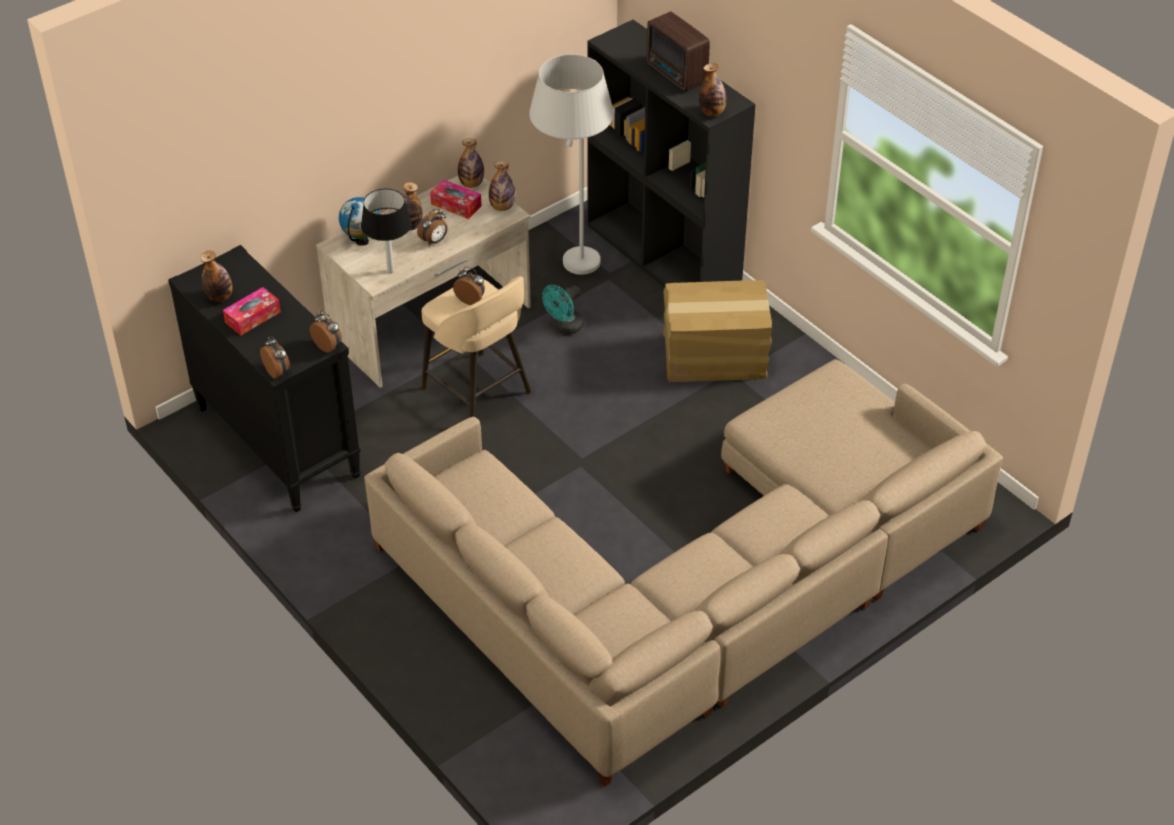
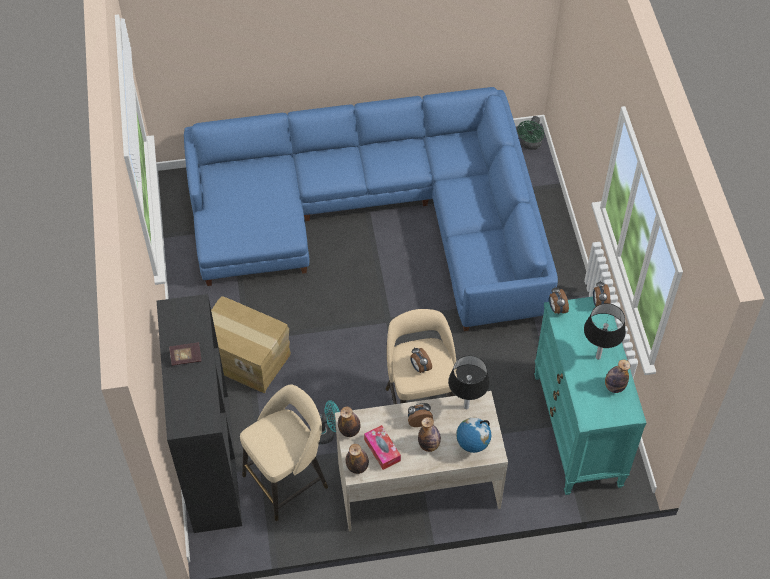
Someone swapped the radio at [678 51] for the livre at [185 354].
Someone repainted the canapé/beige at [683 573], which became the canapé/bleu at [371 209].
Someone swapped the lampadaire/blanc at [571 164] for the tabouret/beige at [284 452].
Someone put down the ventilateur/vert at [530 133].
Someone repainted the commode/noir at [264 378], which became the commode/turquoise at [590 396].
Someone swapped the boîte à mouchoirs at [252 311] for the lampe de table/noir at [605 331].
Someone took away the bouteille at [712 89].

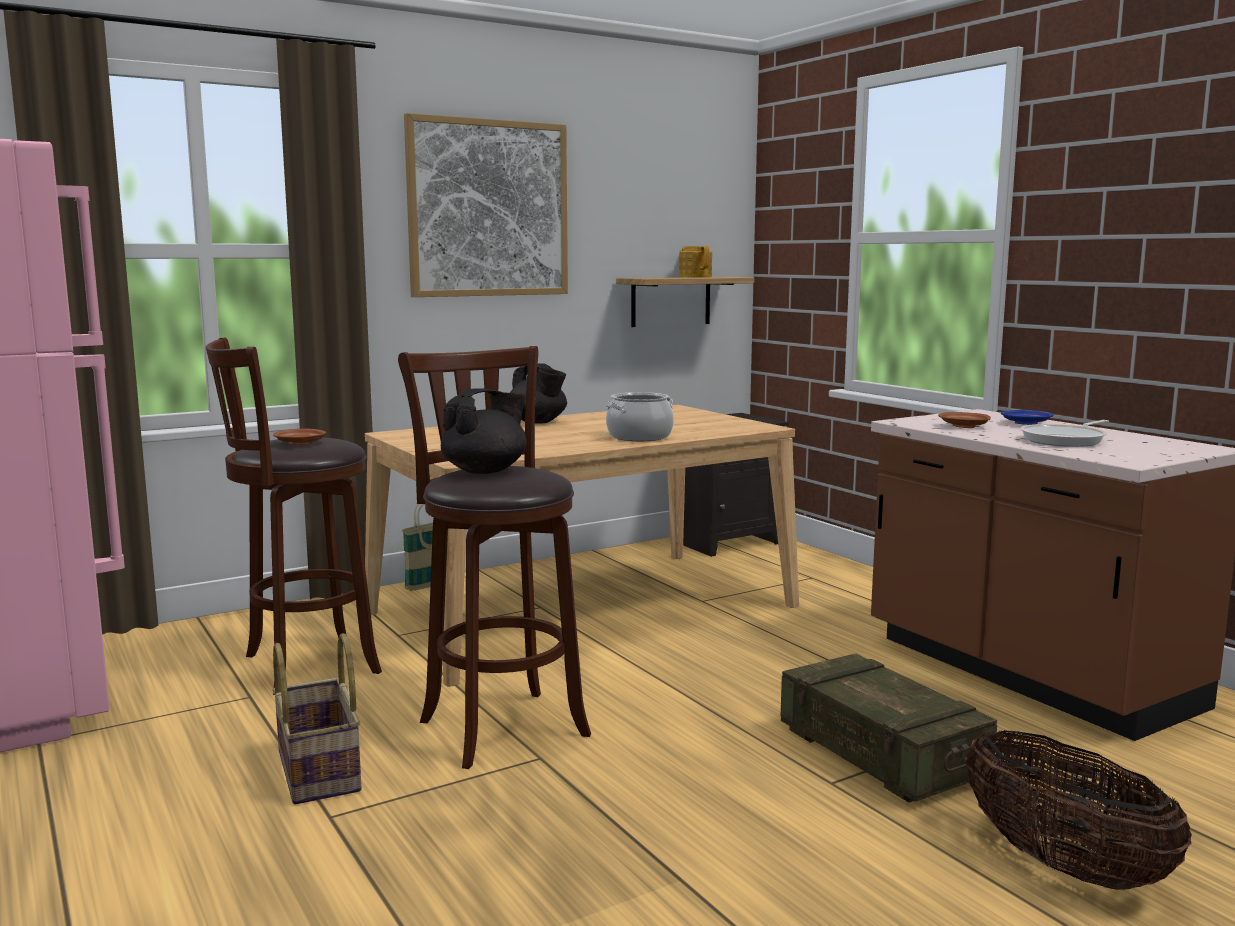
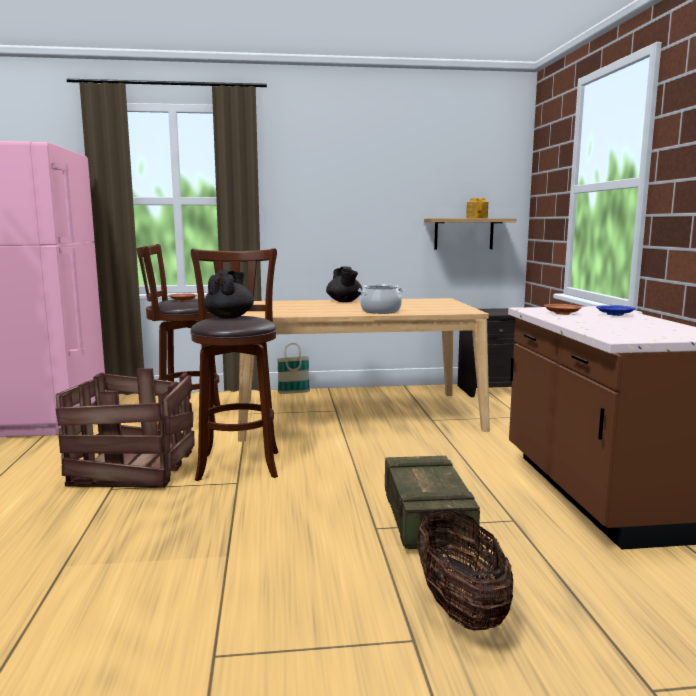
Someone swapped the panier at [316 718] for the caisse at [125 427].
Someone rotated the théière/noir at [484 431] by 60 degrees counterclockwise.
Someone took away the tableau at [486 205].
Someone took away the poêle at [1064 433].

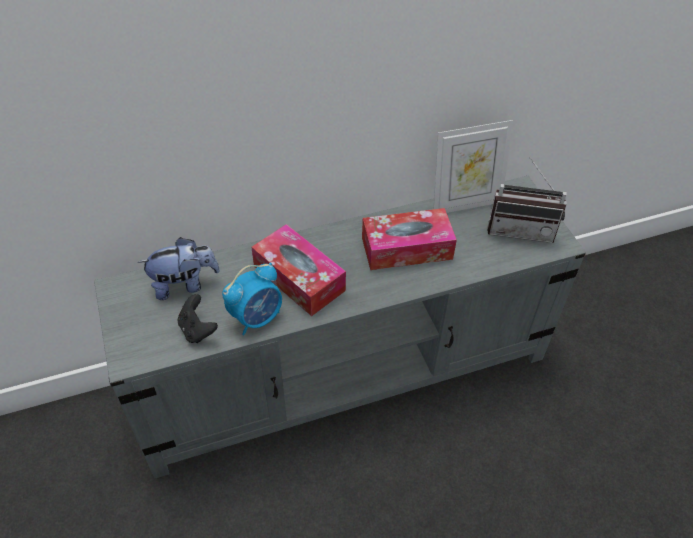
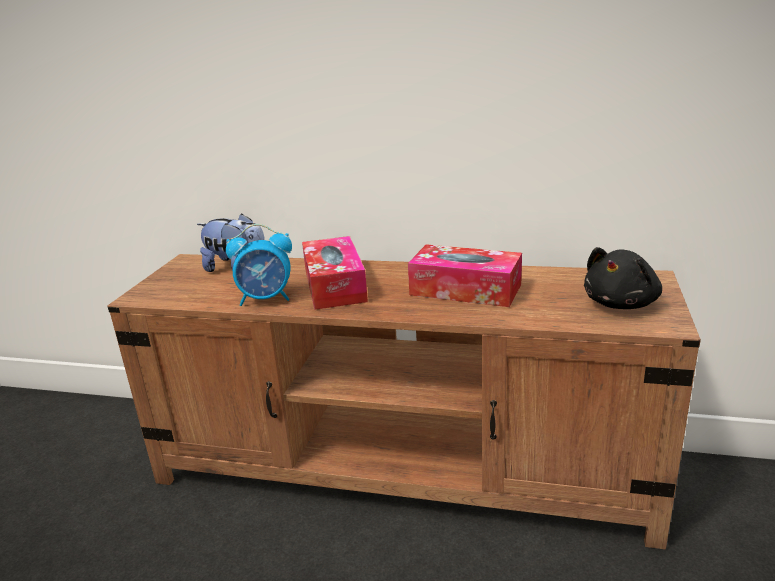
Someone repainted the meuble télé/gris at [340 327], which became the meuble télé/marron at [404 402].
Someone swapped the radio at [527 200] for the peluche/noir at [623 278].
Someone took away the manette/noir at [198 318].
Someone took away the cadre photo at [473 166].

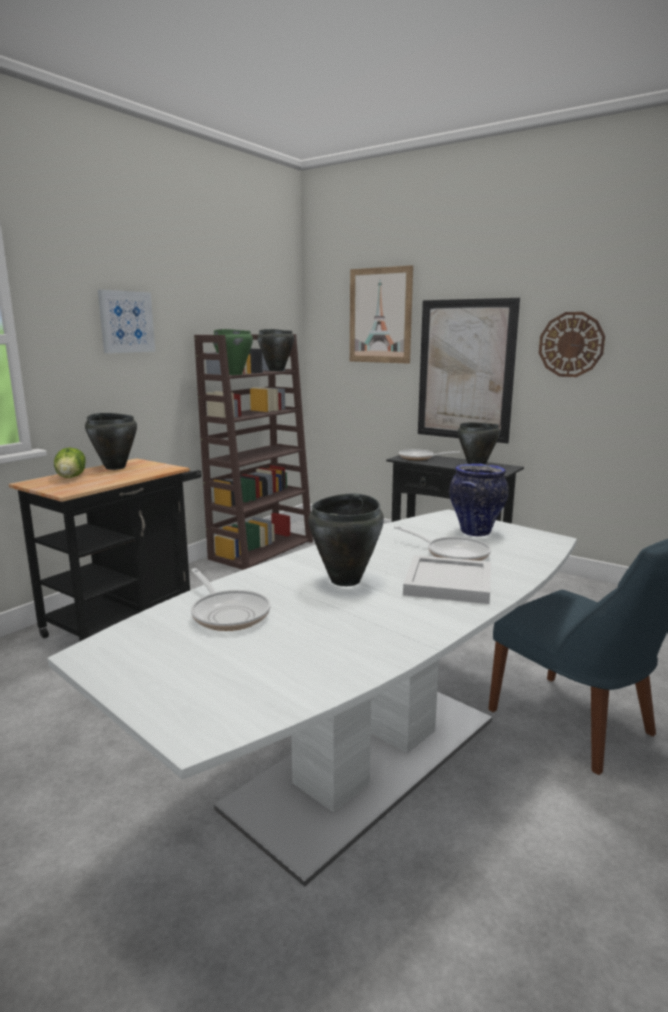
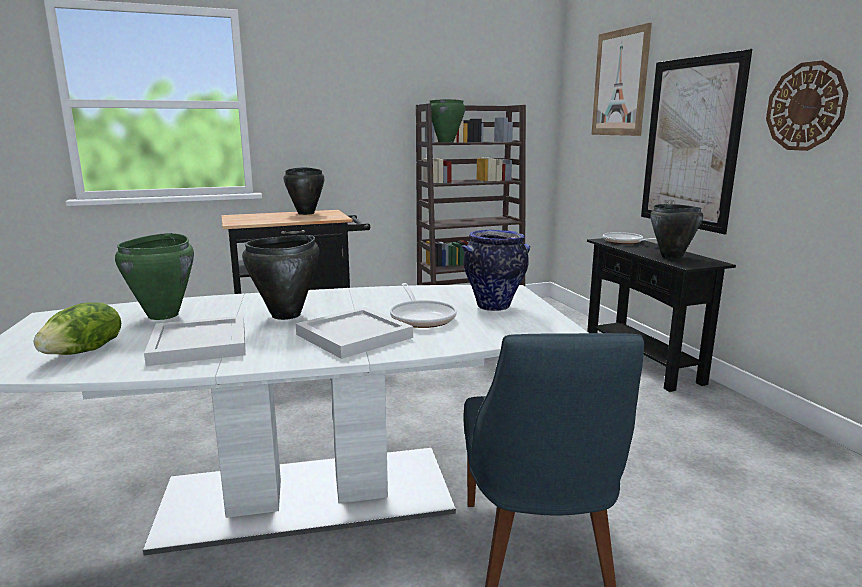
Someone carried the laitue from [70 463] to [77 328].
Someone swapped the poêle at [230 599] for the marmite/vert at [154 276].
Someone put down the plateau/blanc at [195 341].
Someone took away the tableau at [126 321].
Someone took away the marmite/noir at [275 350].

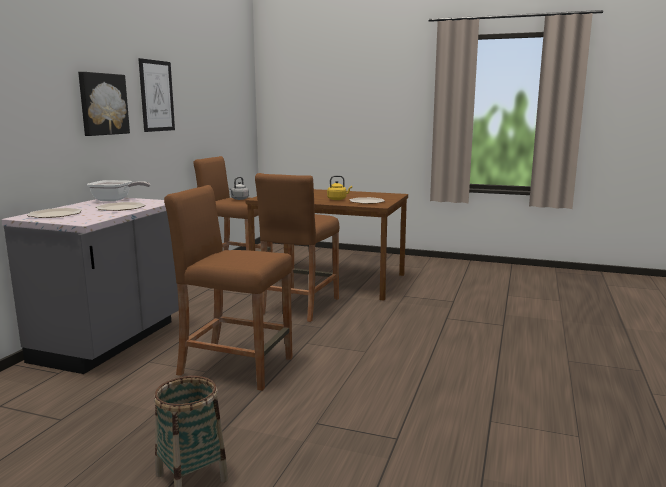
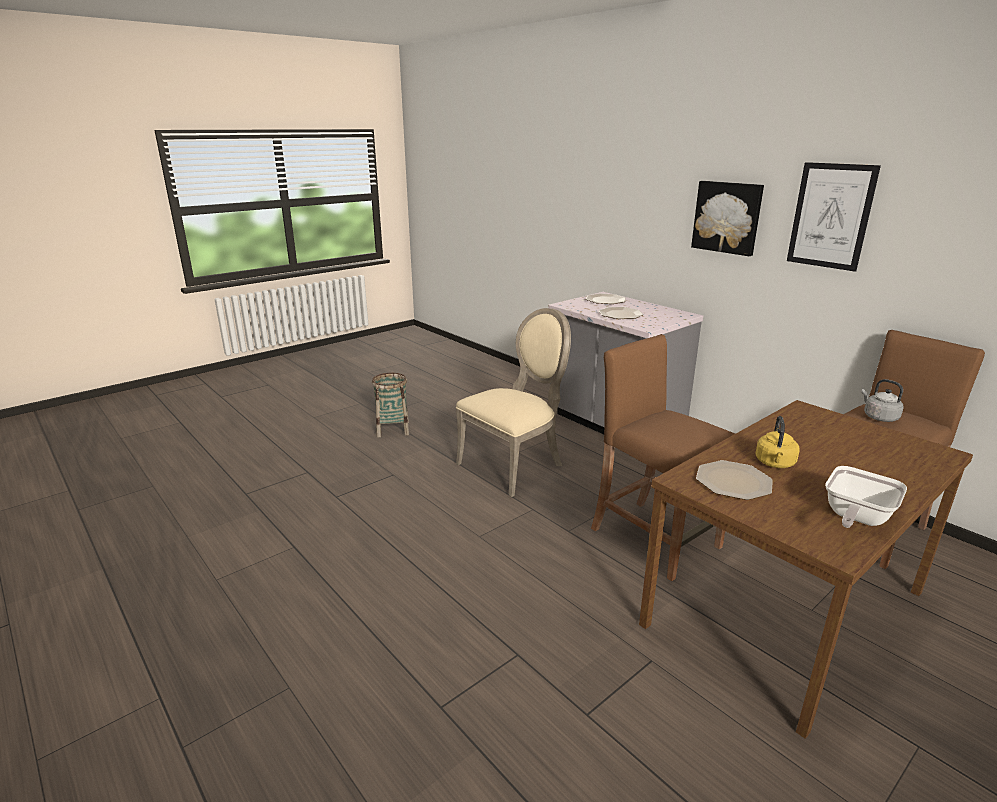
Someone swapped the tabouret/marron at [228 288] for the chaise/beige at [513 402].
Someone carried the poêle from [118 190] to [866 497].

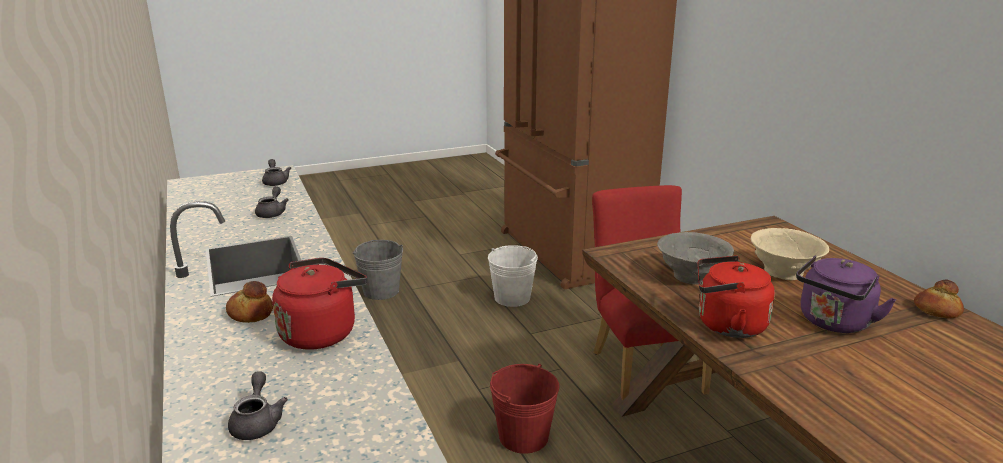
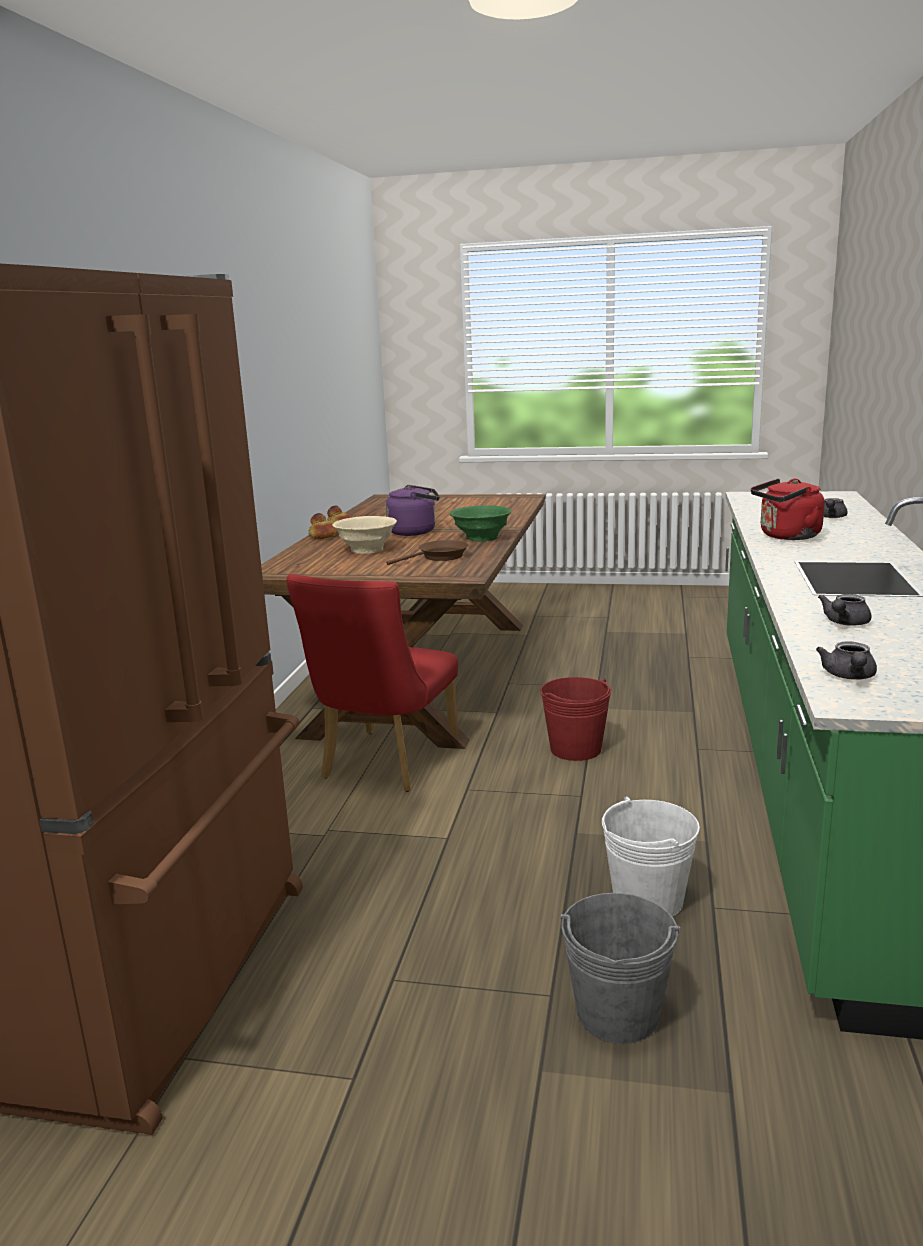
Someone carried the pain from [249 302] to [323 526].
Someone swapped the bol/gris at [695 258] for the poêle/marron at [427 552].
Someone swapped the bouilloire/rouge at [736 297] for the bol/vert at [481 523].
Someone carried the seau/blanc from [513 276] to [651 856].

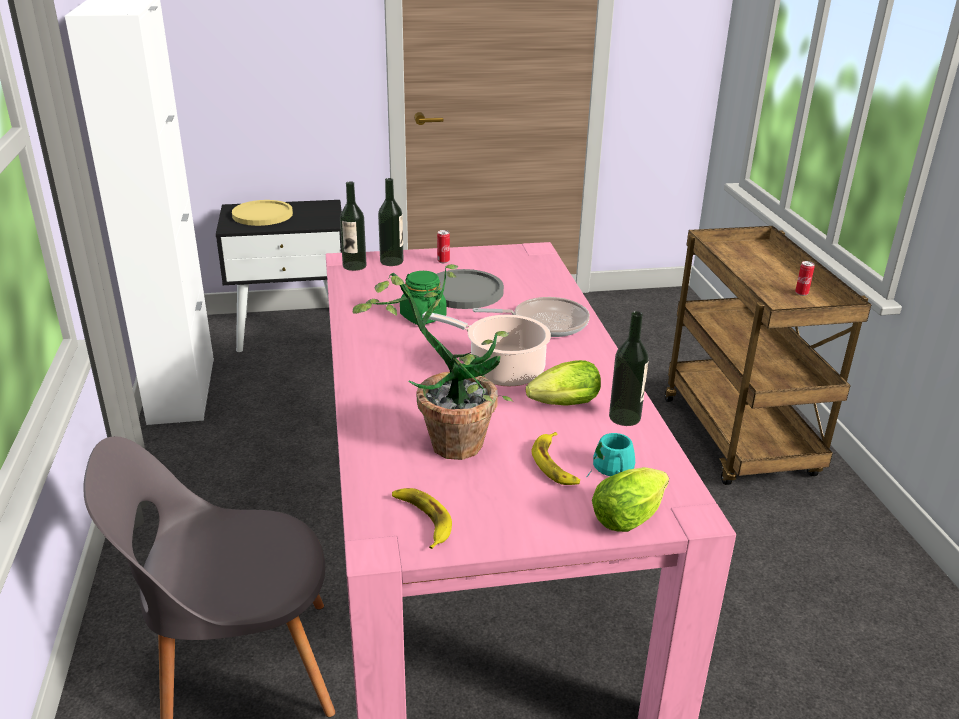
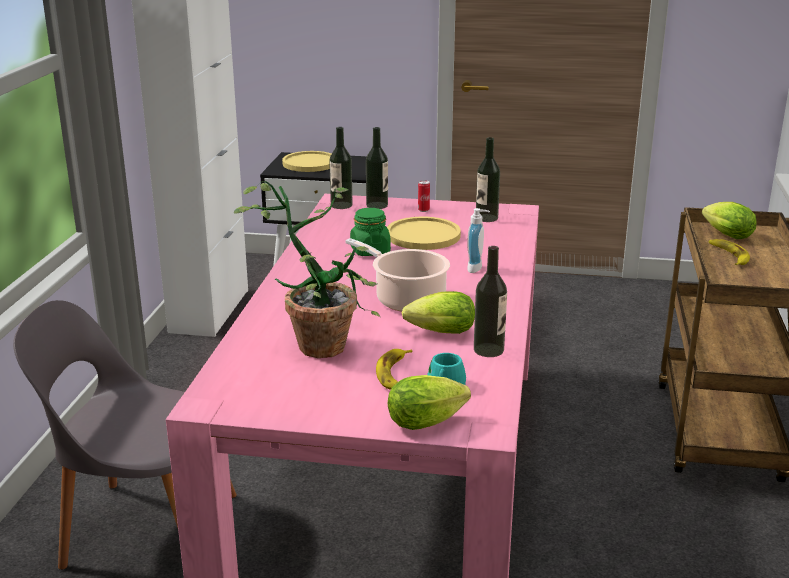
Someone repainted the assiette/gris at [470 289], which became the assiette/jaune at [424 233].
Someone swapped the poêle at [531 317] for the distributeur de savon at [478 240].
Someone put down the bouteille at [488 179].
Someone put down the laitue at [729 220].
Someone carried the banane from [422 518] to [729 252].
Someone took away the boîte métallique at [805 278].

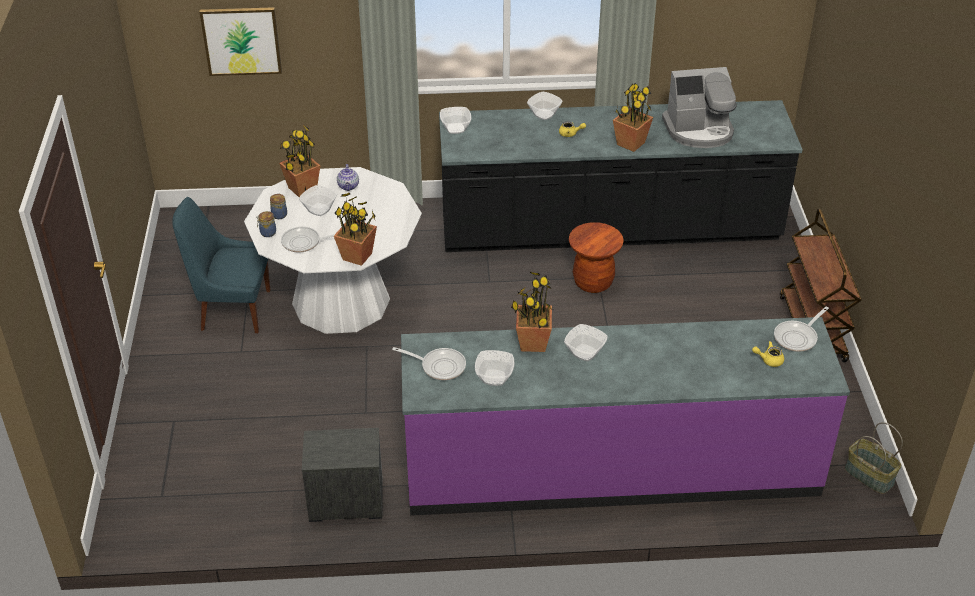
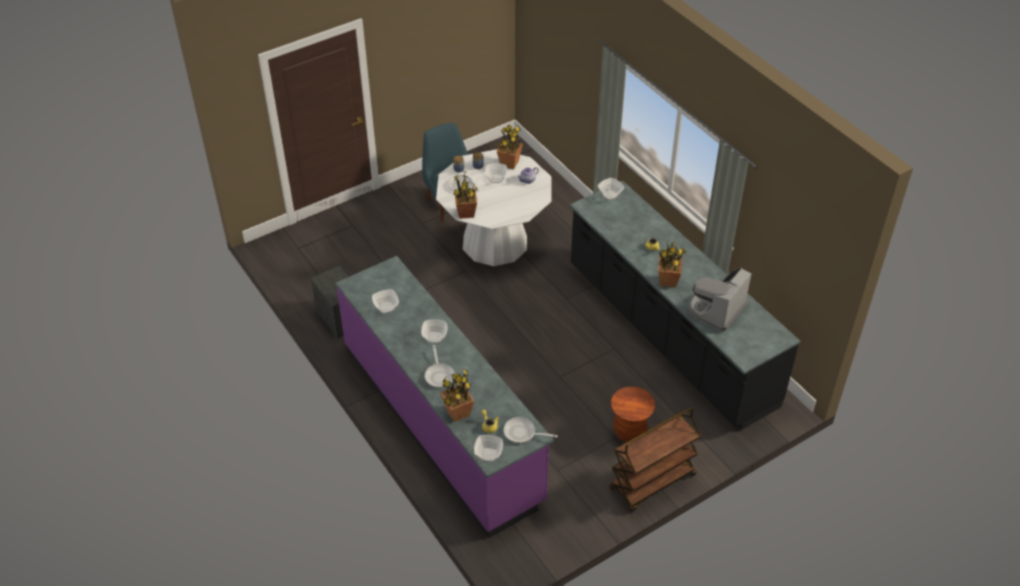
Someone carried the poêle from [429 363] to [440 366].
Someone carried the plante en pot from [532 311] to [457 395].
Someone carried the bol from [545 106] to [488 448].
Someone carried the tabouret/marron from [596 257] to [633 414].
Someone rotated the machine à café at [699 107] by 75 degrees clockwise.
Someone took away the tableau at [241 41].
Someone took away the panier at [874 458].

